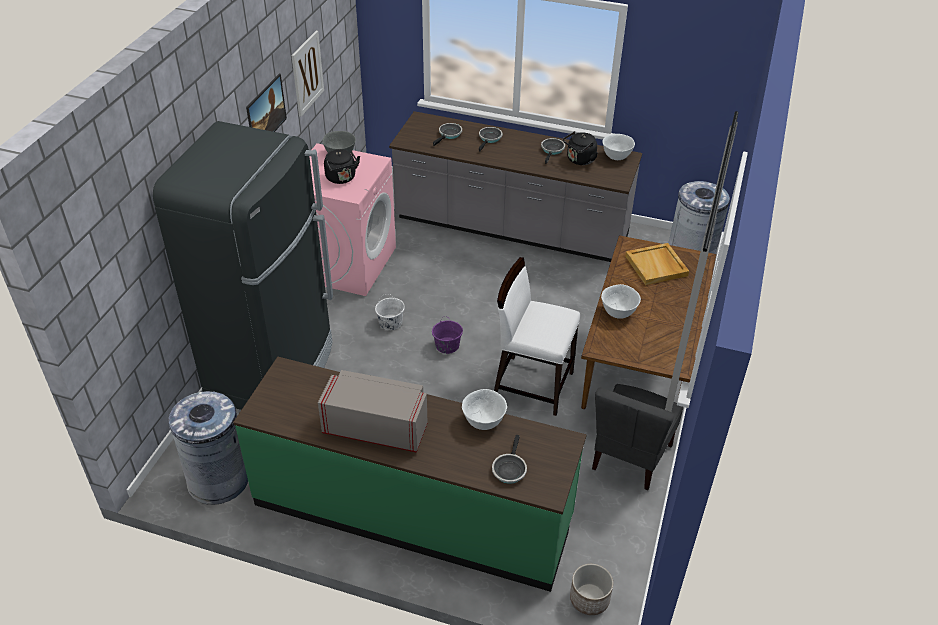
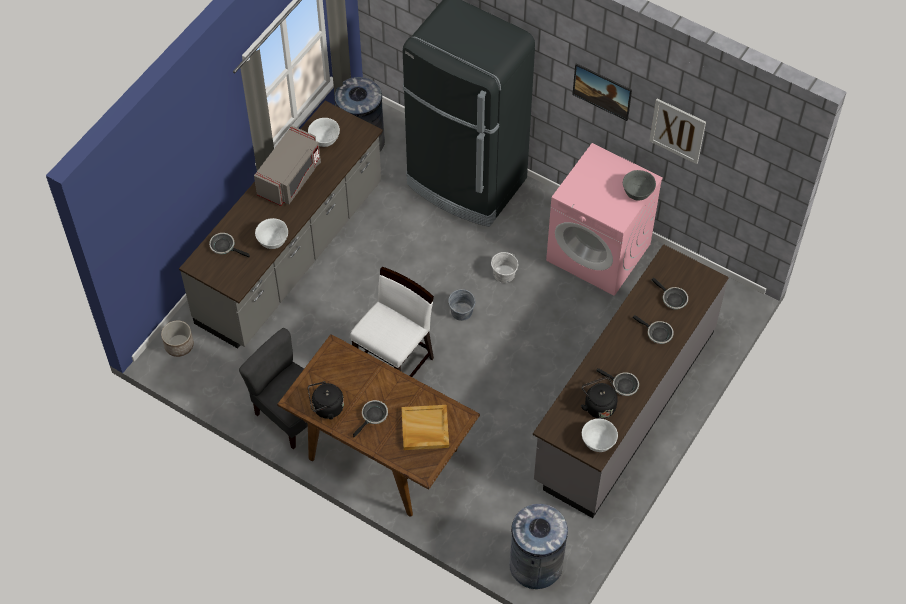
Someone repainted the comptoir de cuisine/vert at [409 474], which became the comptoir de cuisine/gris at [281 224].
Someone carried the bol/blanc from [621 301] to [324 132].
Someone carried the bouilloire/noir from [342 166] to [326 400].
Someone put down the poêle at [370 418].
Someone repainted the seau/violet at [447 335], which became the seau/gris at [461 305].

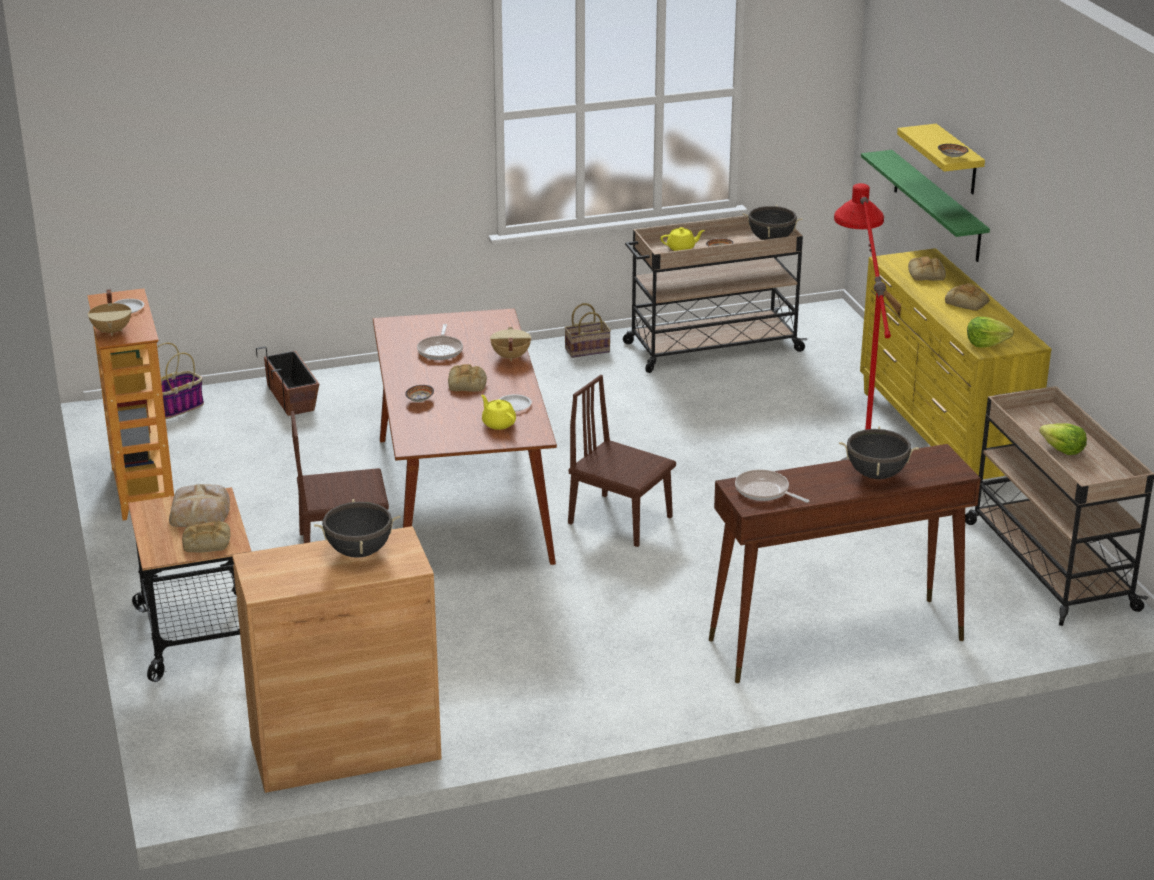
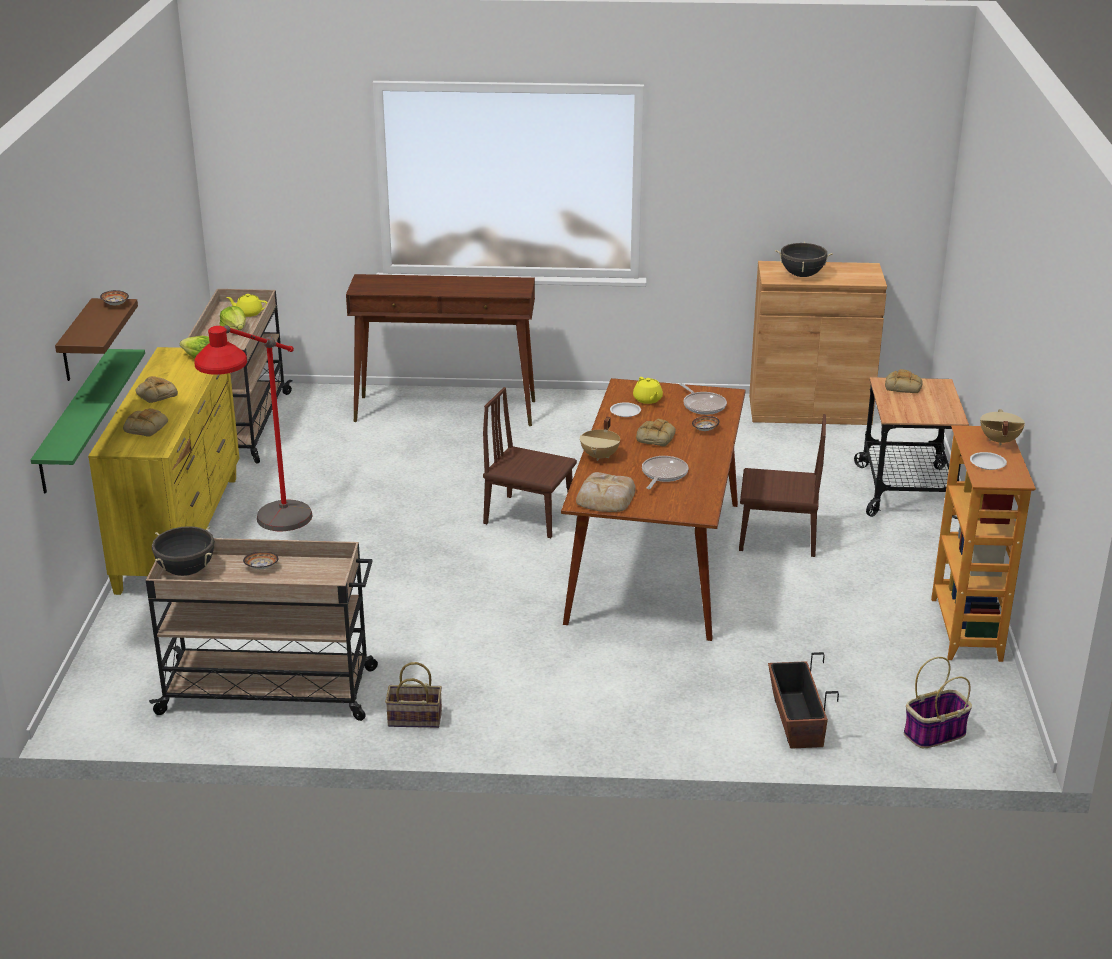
Someone repainted the étagère/jaune at [941 159], which became the étagère/marron at [96 339].
Someone carried the théière/jaune from [683 239] to [246 305].
Someone rotated the chaise/marron at [622 461] by 150 degrees clockwise.
Someone carried the pain from [199 505] to [606 492].
Someone carried the poêle from [772 486] to [703 399].
Someone took away the marmite/noir at [879 452].

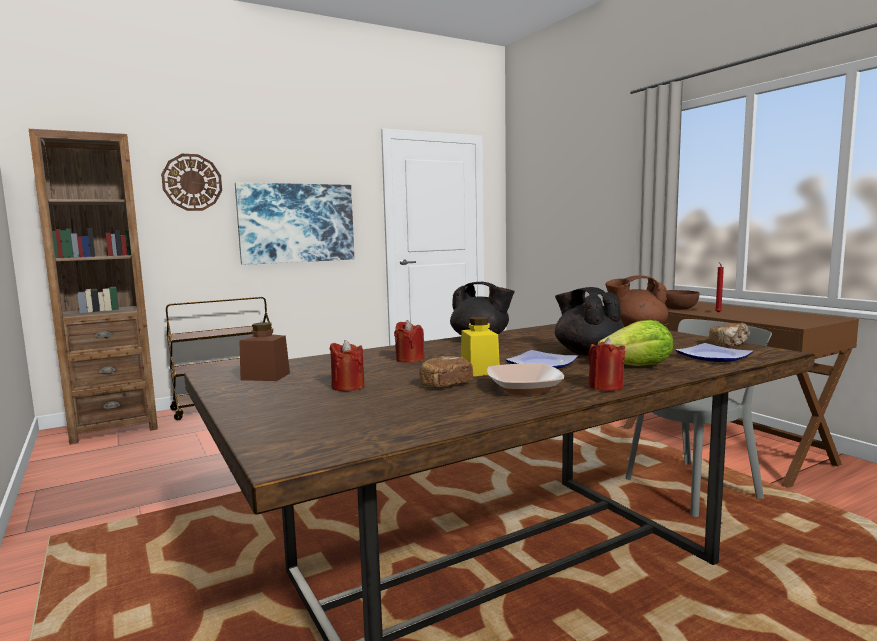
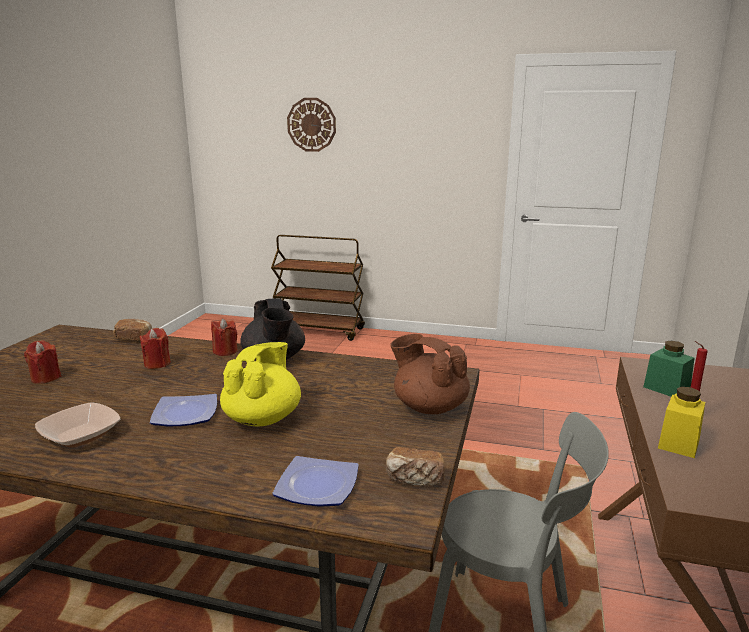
Someone carried the pain from [446 371] to [132 330].
Someone carried the bougie/rouge from [606 364] to [224 337].
Someone repainted the théière/noir at [589 321], which became the théière/jaune at [260 384].
Someone swapped the bol/marron at [682 300] for the bocal/vert at [668 369].
Someone carried the bocal/jaune from [480 346] to [681 422].
Someone took away the bibliothèque/marron at [93 287].
Someone took away the tableau at [294 224].
Someone took away the bocal/marron at [264 351].
Someone took away the laitue at [635 343].

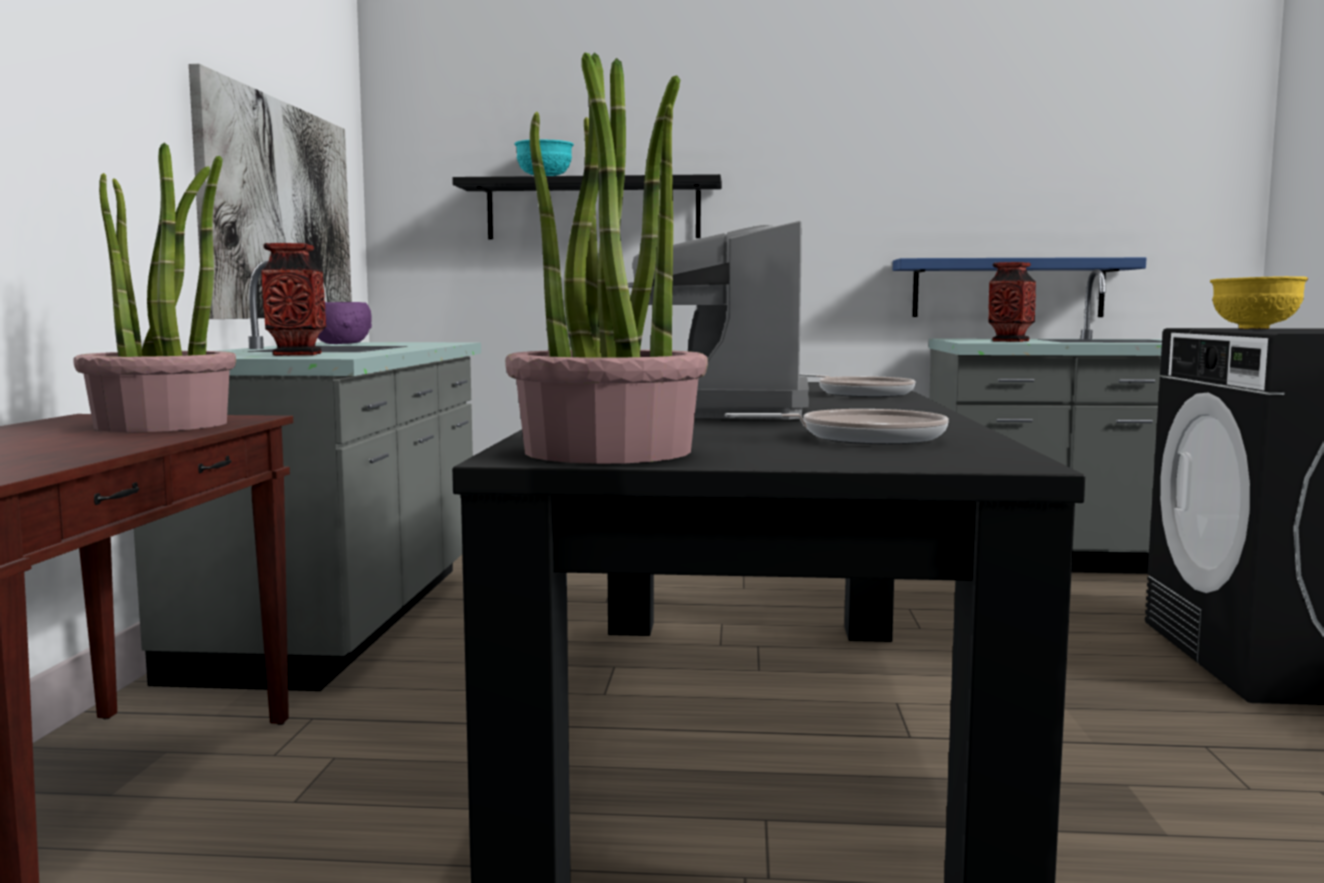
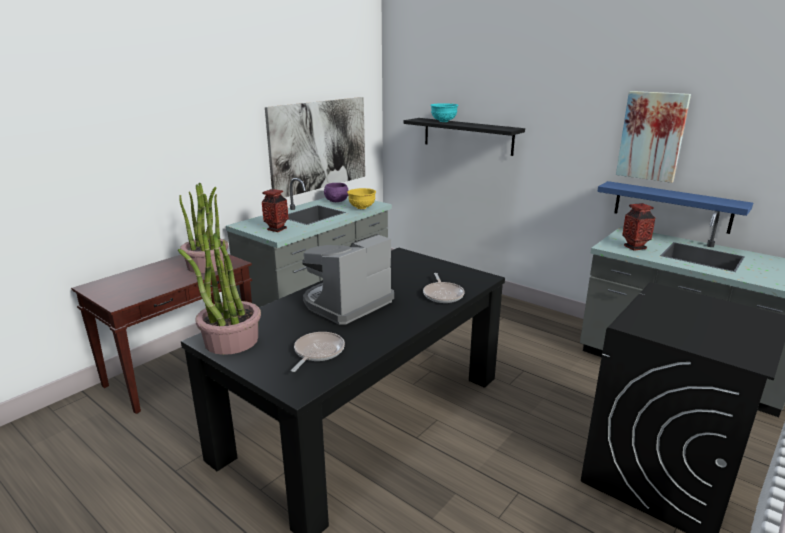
Someone rotated the poêle at [837 426] by 105 degrees counterclockwise.
Someone carried the bol/jaune from [1259 302] to [361 198].
Someone put up the tableau at [653 137].

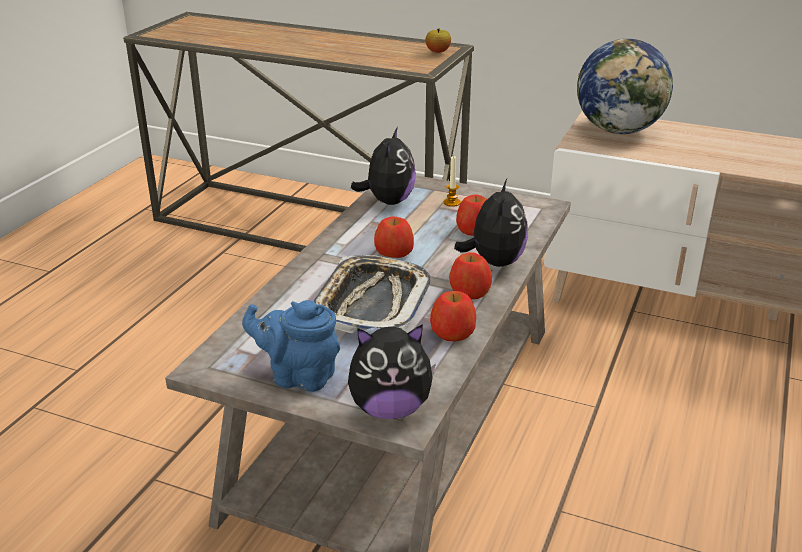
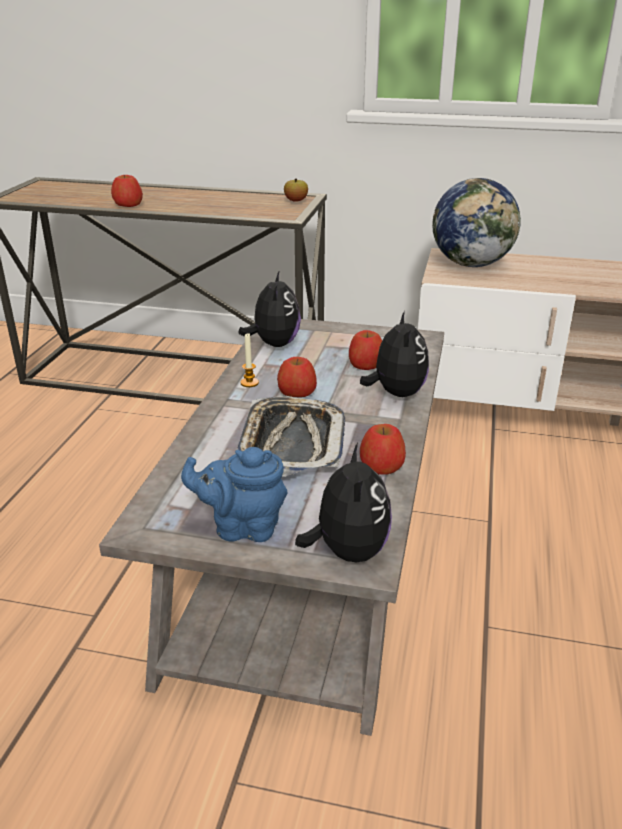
Someone carried the pomme from [470 275] to [127 191].
Someone carried the bougie from [452 181] to [249 360].
Someone rotated the peluche at [392 371] by 75 degrees counterclockwise.

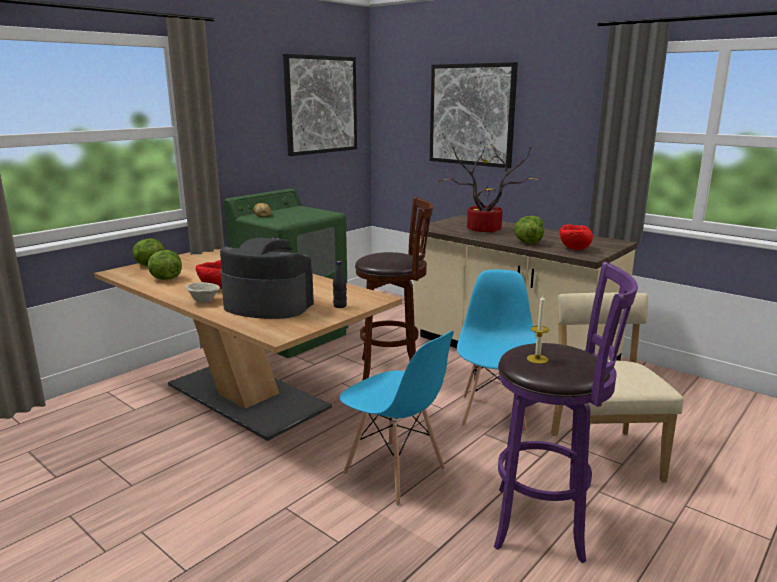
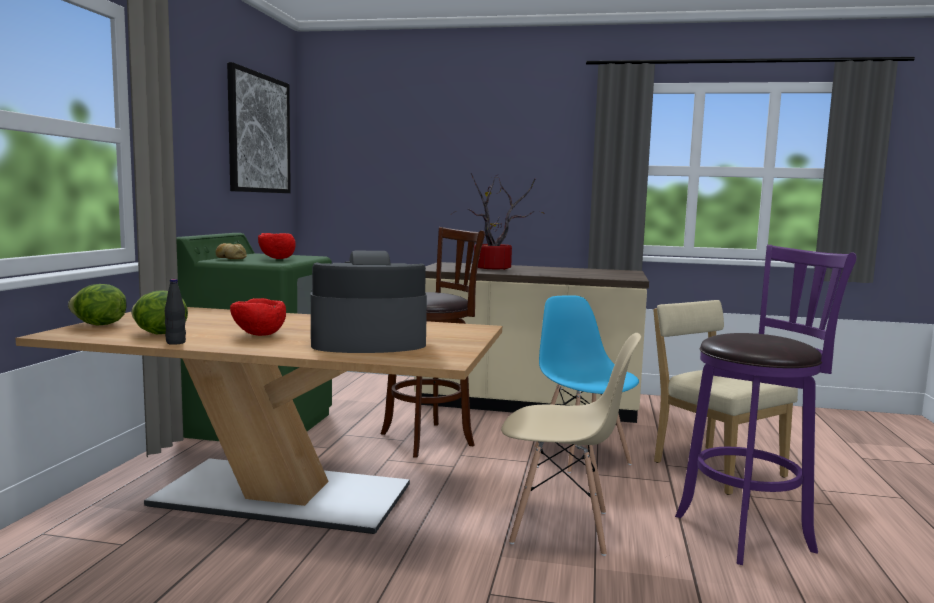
Someone carried the bouteille/noir from [340 284] to [175 312].
Someone carried the bol/rouge from [576 237] to [277 246].
Someone repainted the chaise/bleu at [396 418], which became the chaise/beige at [571 444].
Someone took away the bol/beige at [202 292].
Someone took away the tableau at [474 115].
Someone took away the laitue at [529 230].
Someone took away the bougie at [538 329].

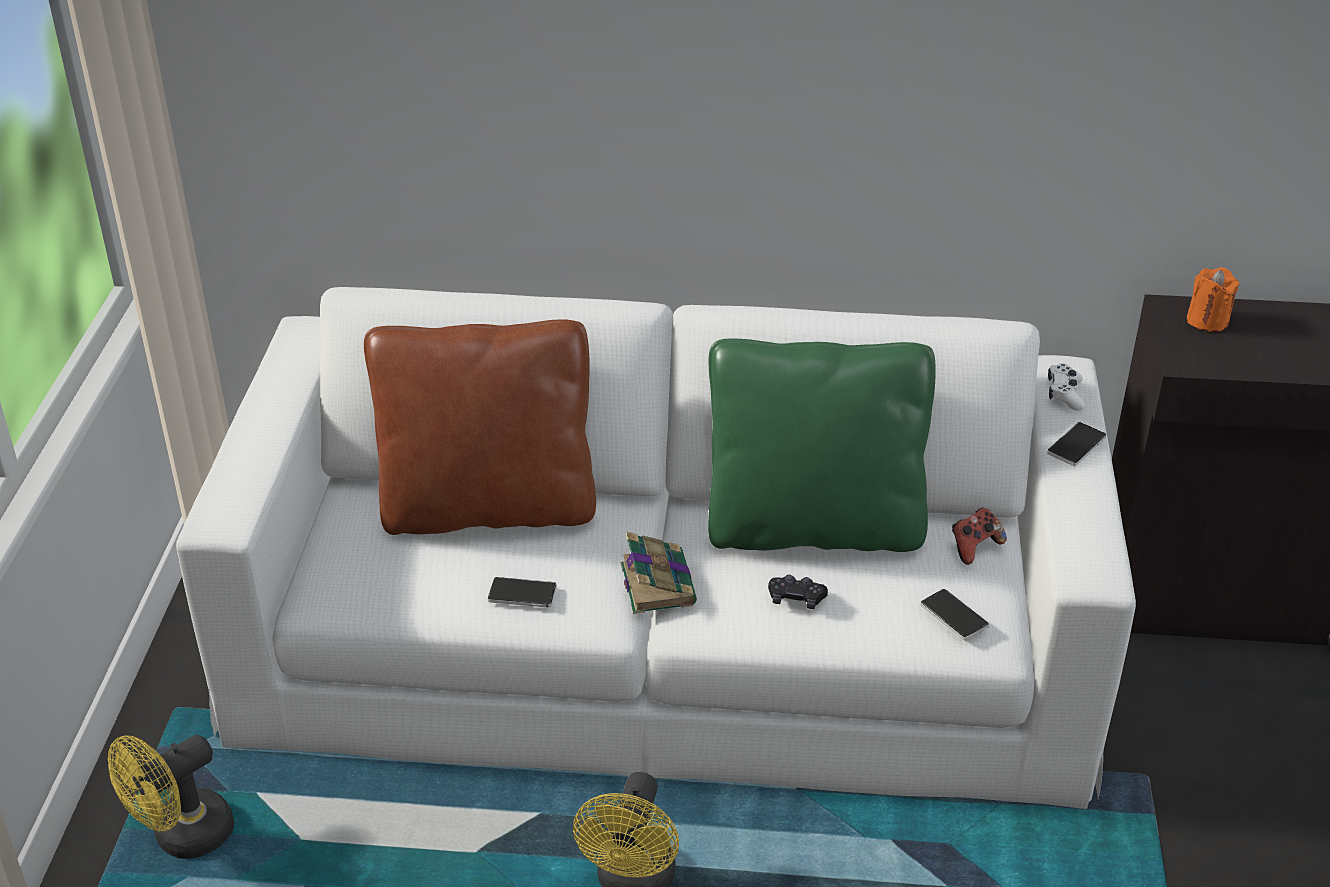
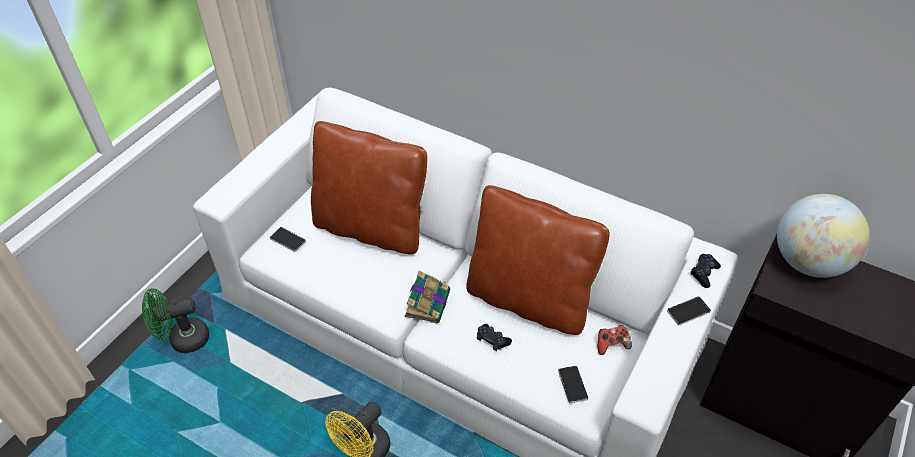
Someone repainted the ventilateur/jaune at [171 797], which became the ventilateur/vert at [175 320].
Someone carried the téléphone from [522 592] to [288 239].
Someone repainted the coussin/vert at [822 445], which became the coussin/marron at [538 260].
Someone repainted the manette/blanc at [1066 387], which became the manette/noir at [706 271].
Someone swapped the bougie/orange at [1213 299] for the globe at [823 236].

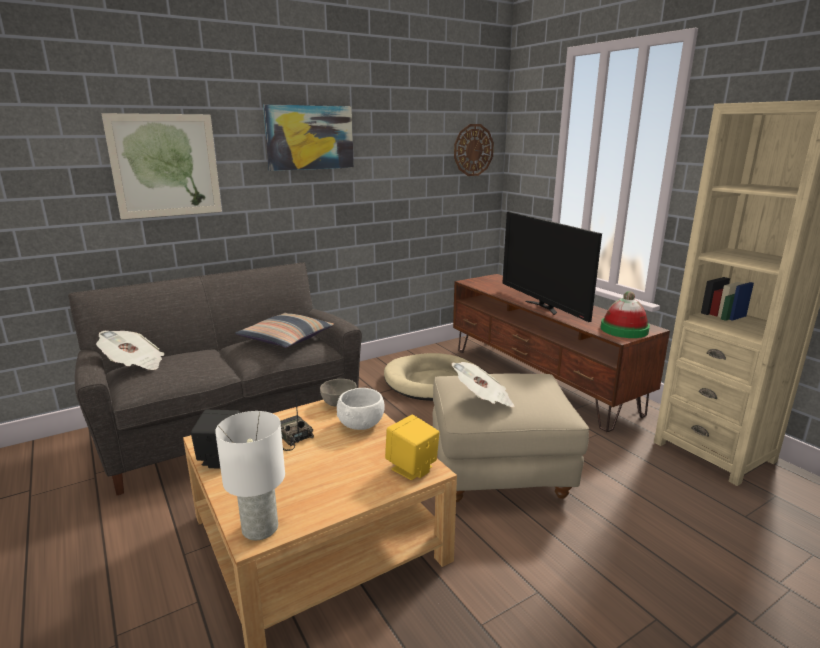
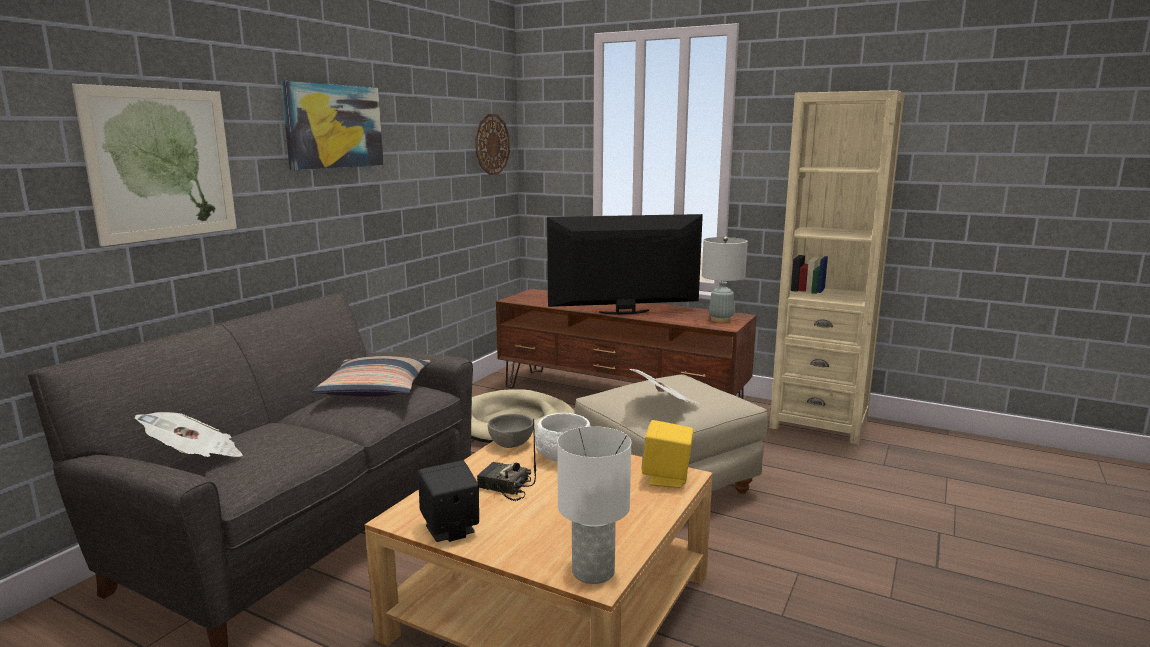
Someone rotated the téléviseur at [552 267] by 135 degrees clockwise.
Someone swapped the chapeau at [625 314] for the lampe de table/gris at [725 279].

